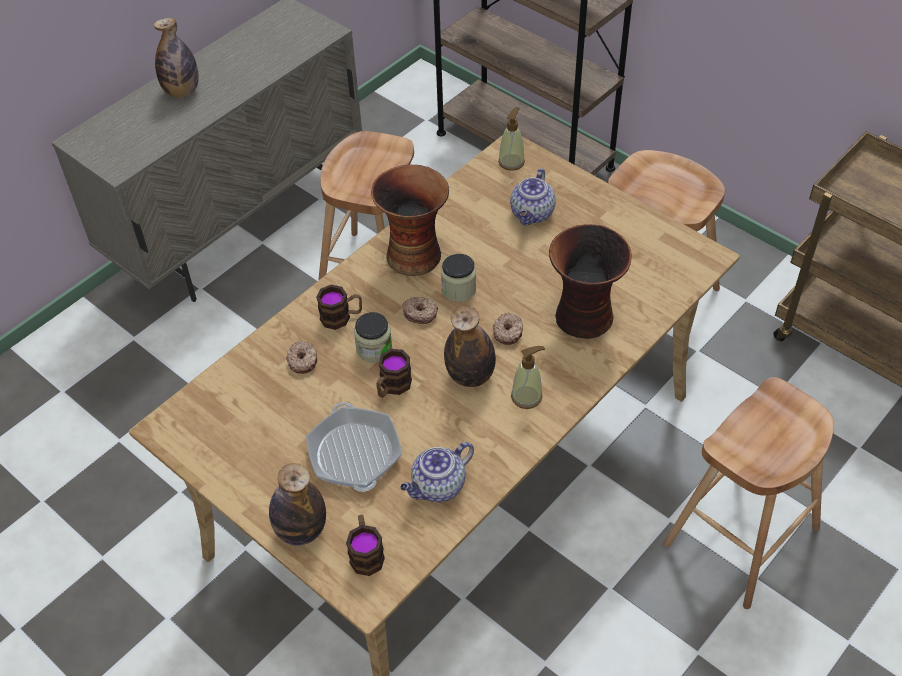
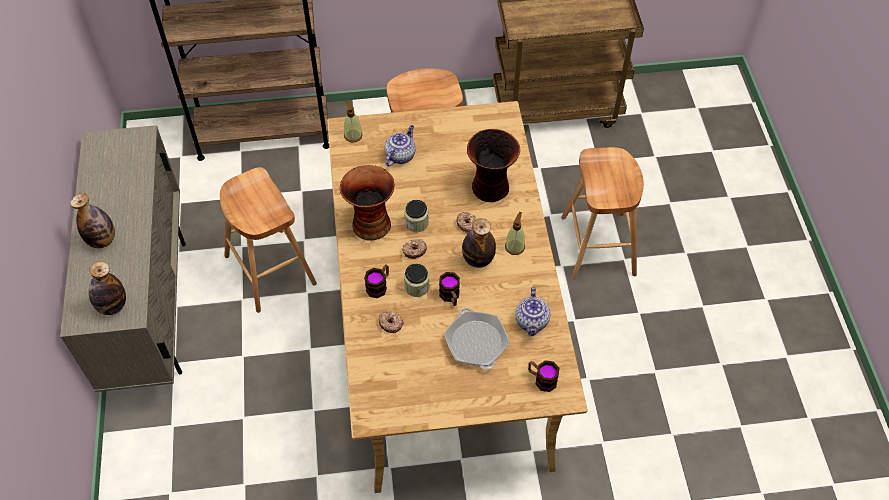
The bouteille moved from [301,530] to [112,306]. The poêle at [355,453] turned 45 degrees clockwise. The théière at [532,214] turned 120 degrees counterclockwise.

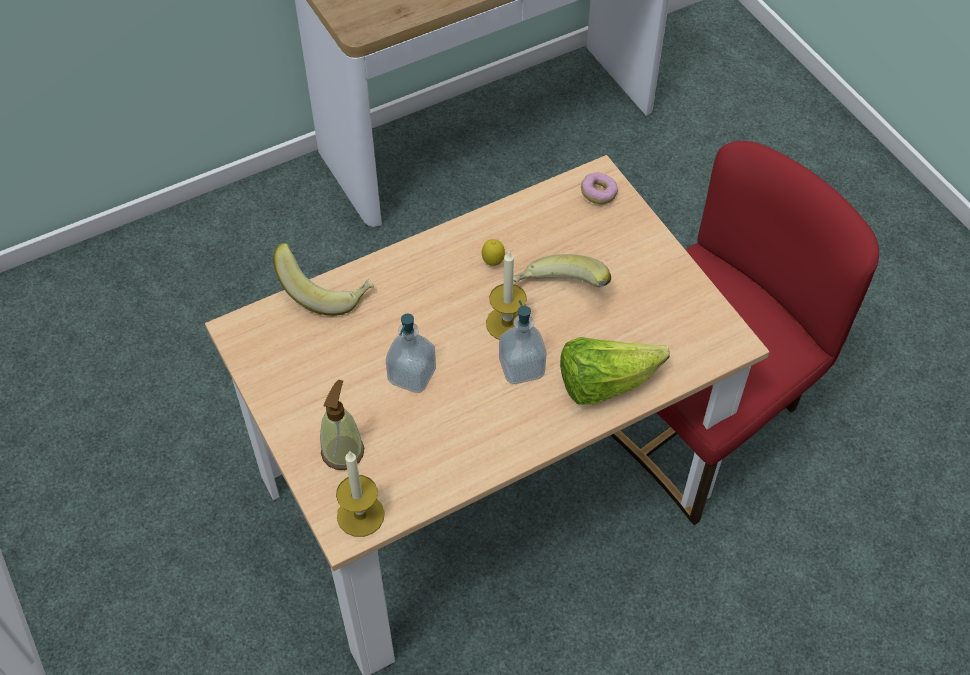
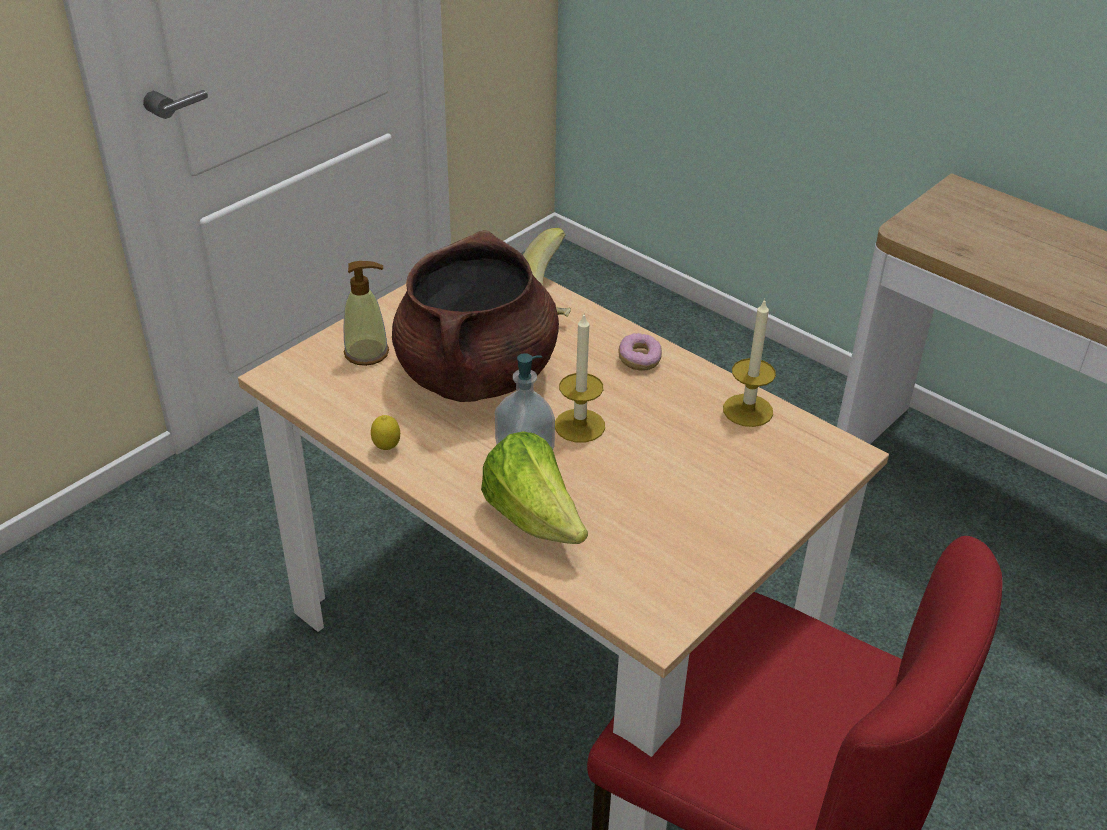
The banane at [559,292] disappeared. The bougie moved from [360,515] to [747,410]. The citron moved from [493,263] to [387,448]. The beignet moved from [598,194] to [639,360]. The distributeur de savon at [412,375] was replaced by the marmite/marron at [477,375].

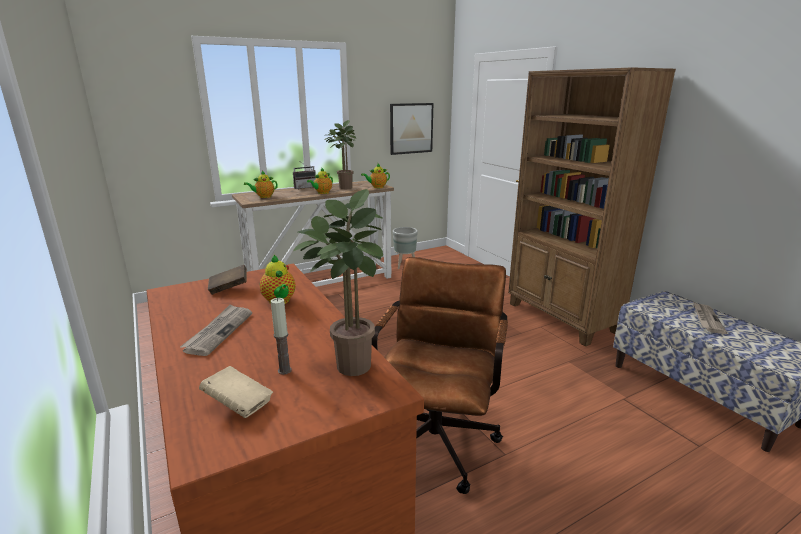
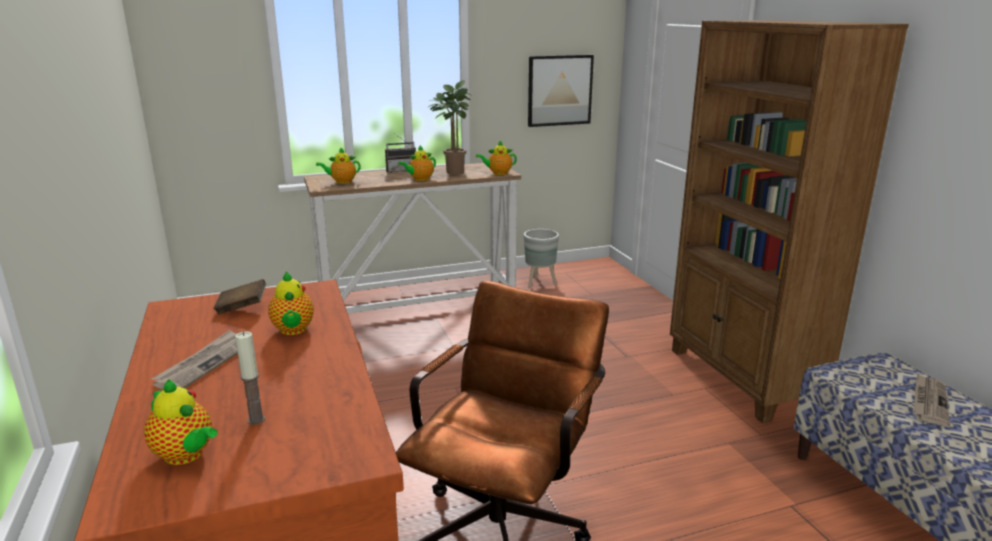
The plante en pot at [349,363] disappeared. The livre/beige at [239,404] was replaced by the théière at [186,455].

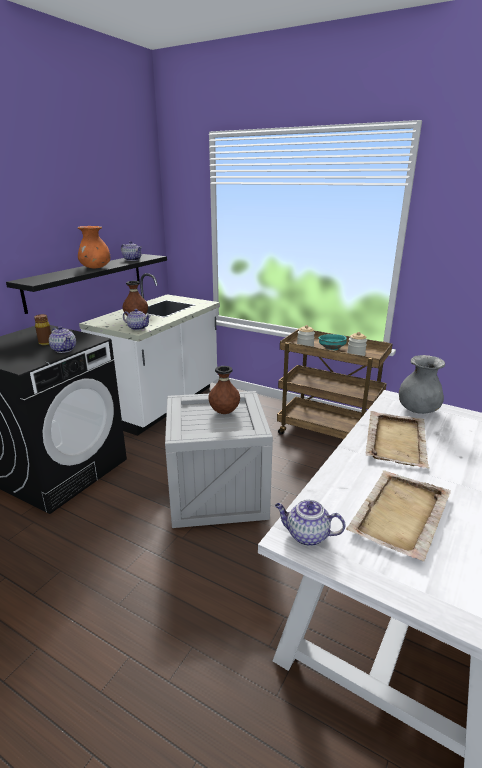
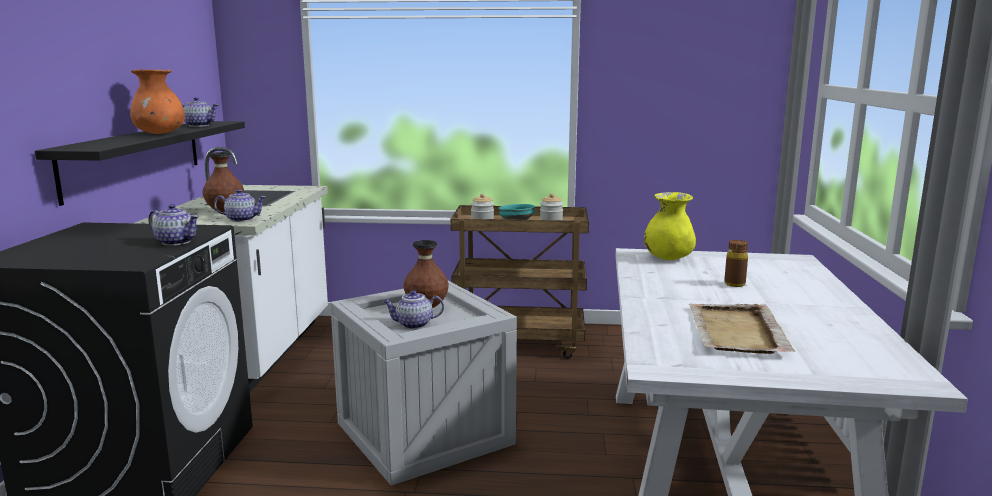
The plateau/beige at [396,440] disappeared. The bouteille/marron moved from [45,343] to [734,284]. The théière moved from [306,535] to [413,324]. The vase/gris at [418,410] became the vase/jaune at [668,258].

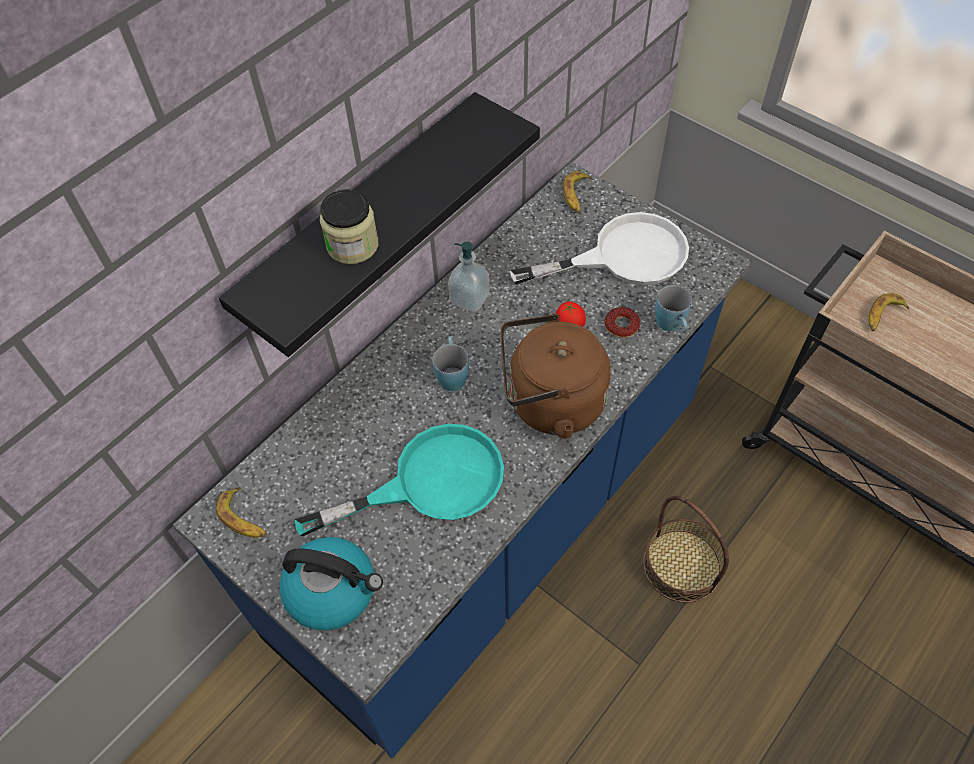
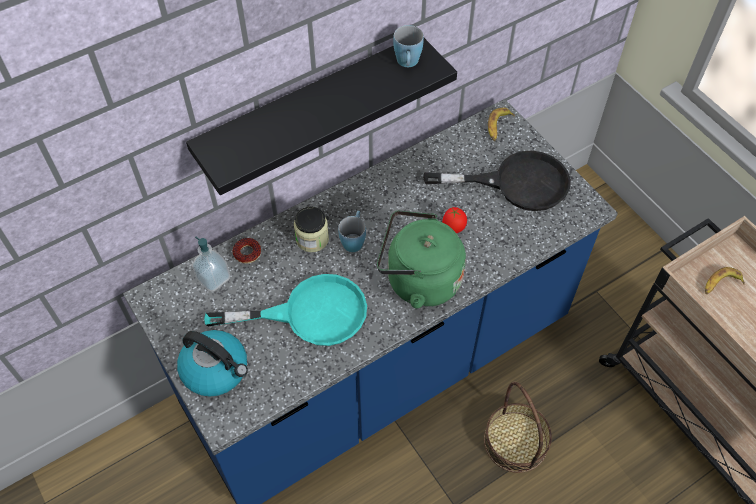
The banane at [244,518] disappeared. The bocal moved from [352,245] to [312,239]. The distributeur de savon moved from [469,298] to [213,278]. The beignet moved from [621,325] to [247,253]. The mug/bleu moved from [671,326] to [407,63]. The bouilloire/marron at [550,403] became the bouilloire/vert at [418,280]. The poêle/blanc at [623,256] became the poêle/noir at [516,183].

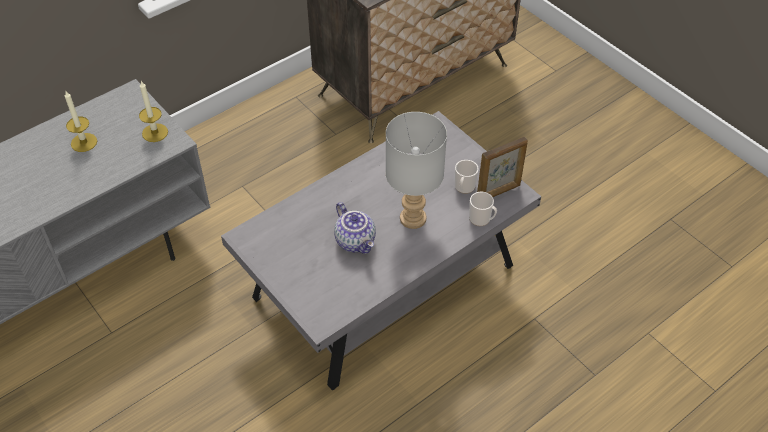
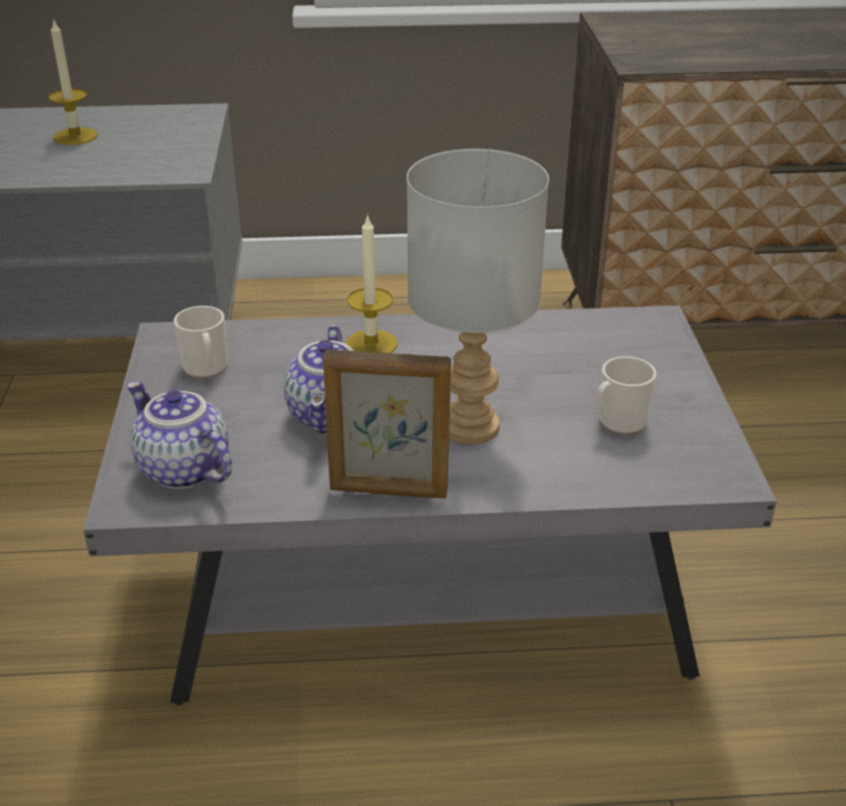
The théière at [181,470] appeared. The bougie moved from [155,132] to [371,344]. The mug moved from [482,219] to [206,369]. The cadre photo moved from [499,192] to [389,491].

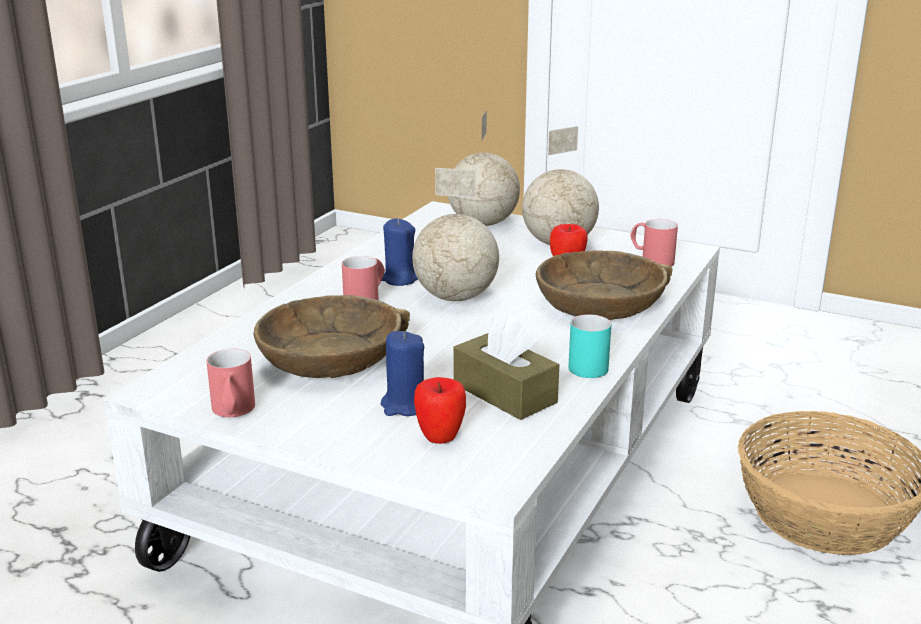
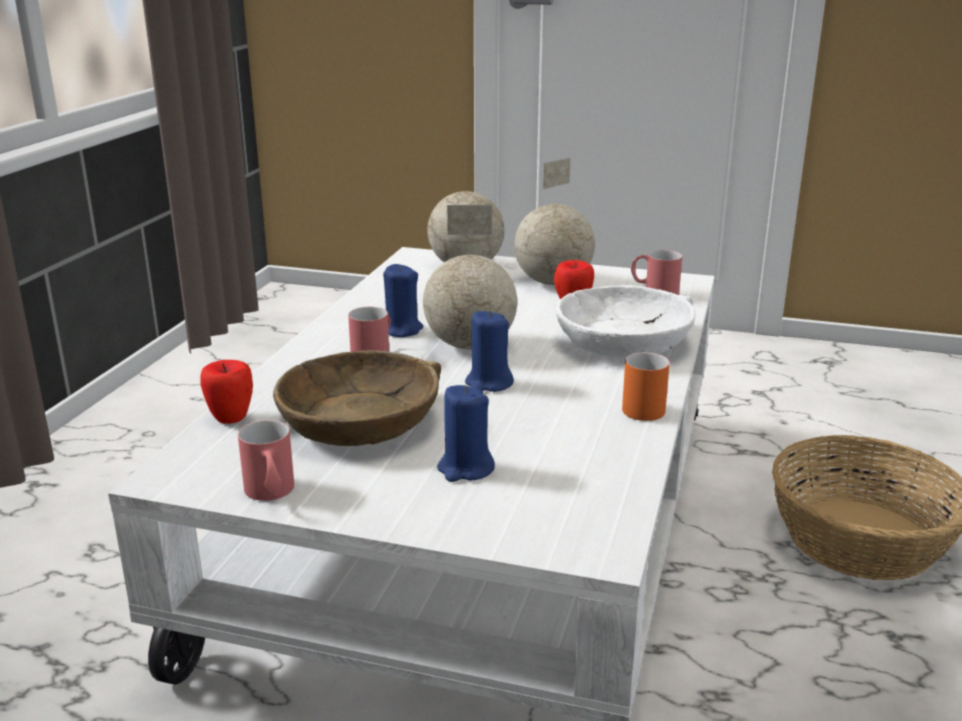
The boîte à mouchoirs/marron at [504,393] disappeared. The bougie/bleu at [488,383] appeared. The pomme moved from [440,437] to [231,418]. The bol/marron at [600,303] became the bol/blanc at [623,341]. The mug/turquoise at [589,364] became the mug/orange at [642,406].

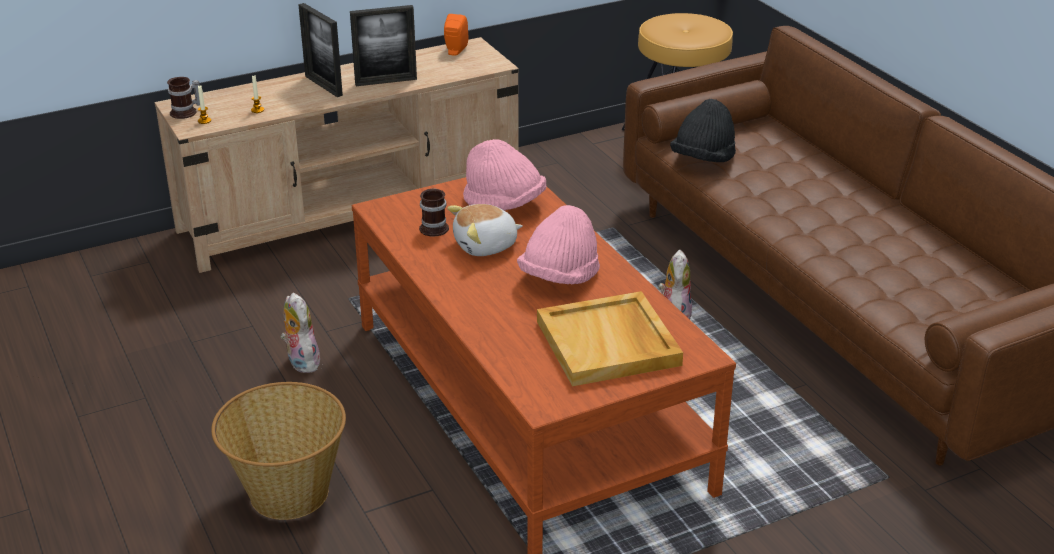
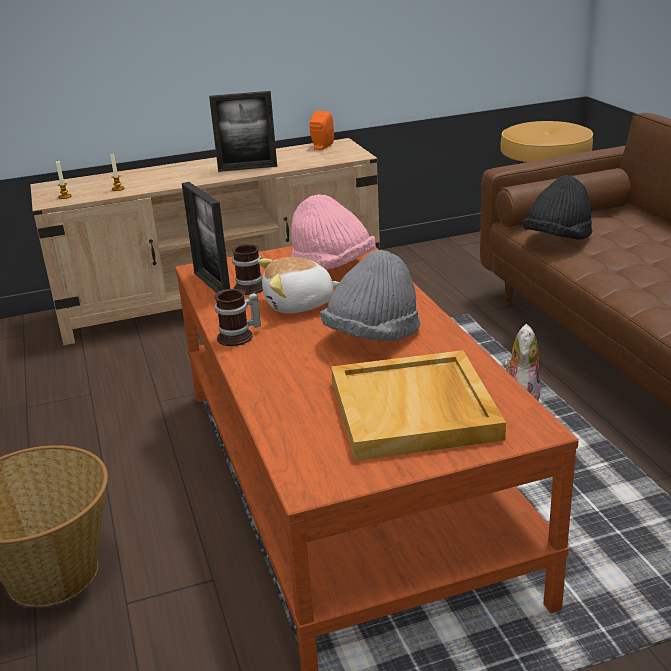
The peluche at [301,362] disappeared. The mug moved from [186,112] to [239,337]. The cadre photo moved from [323,86] to [212,285]. The chapeau/rose at [559,277] became the chapeau/gris at [372,336].

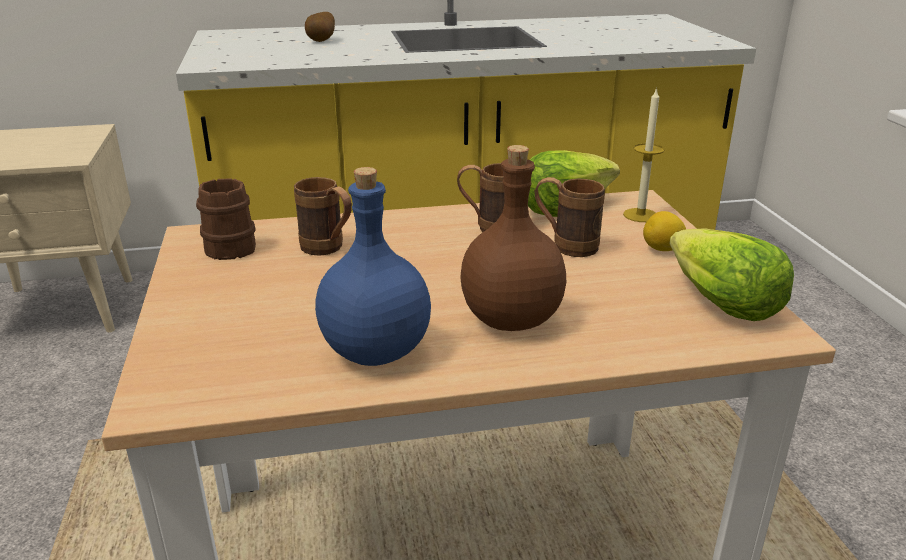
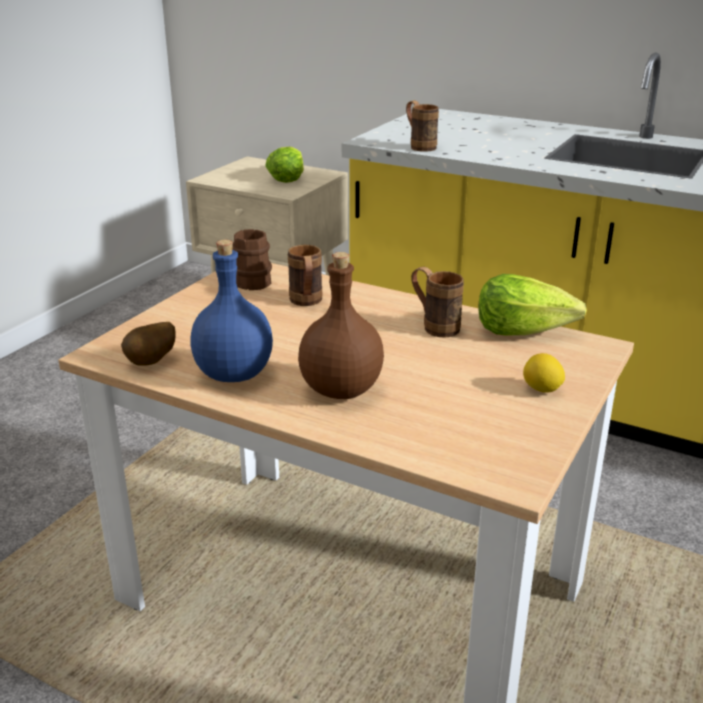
The bougie at [640,215] disappeared. The pomme de terre moved from [322,41] to [152,363]. The mug/marron moved from [565,246] to [419,146]. The laitue moved from [720,303] to [287,178].

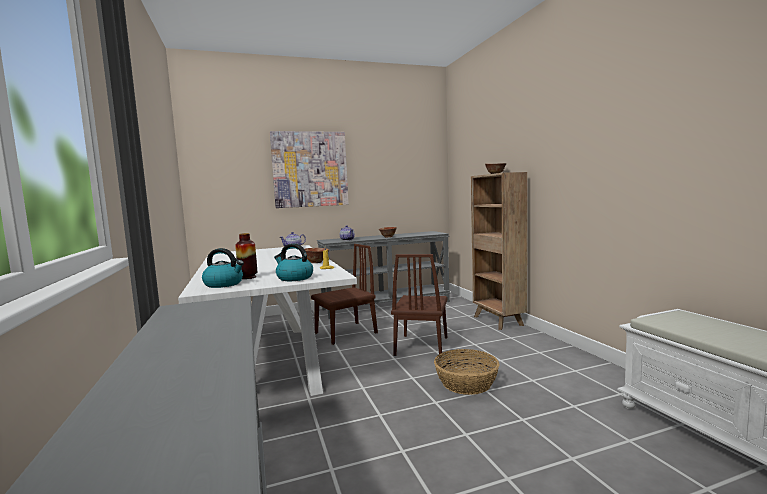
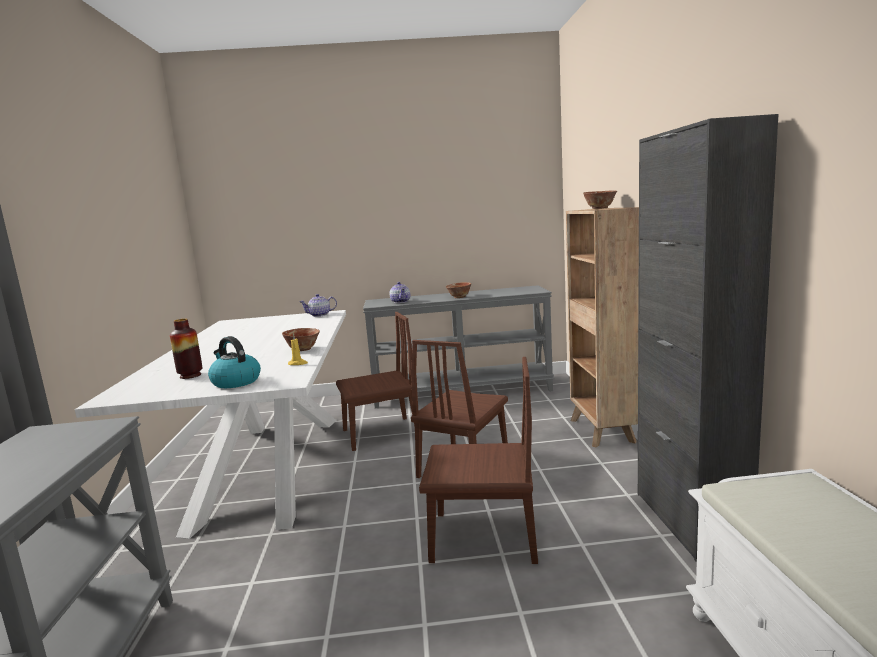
The bouilloire at [224,284] disappeared. The tableau at [310,169] disappeared. The meuble de rangement/noir at [689,521] appeared. The panier at [467,383] was replaced by the chaise/marron at [483,537].

